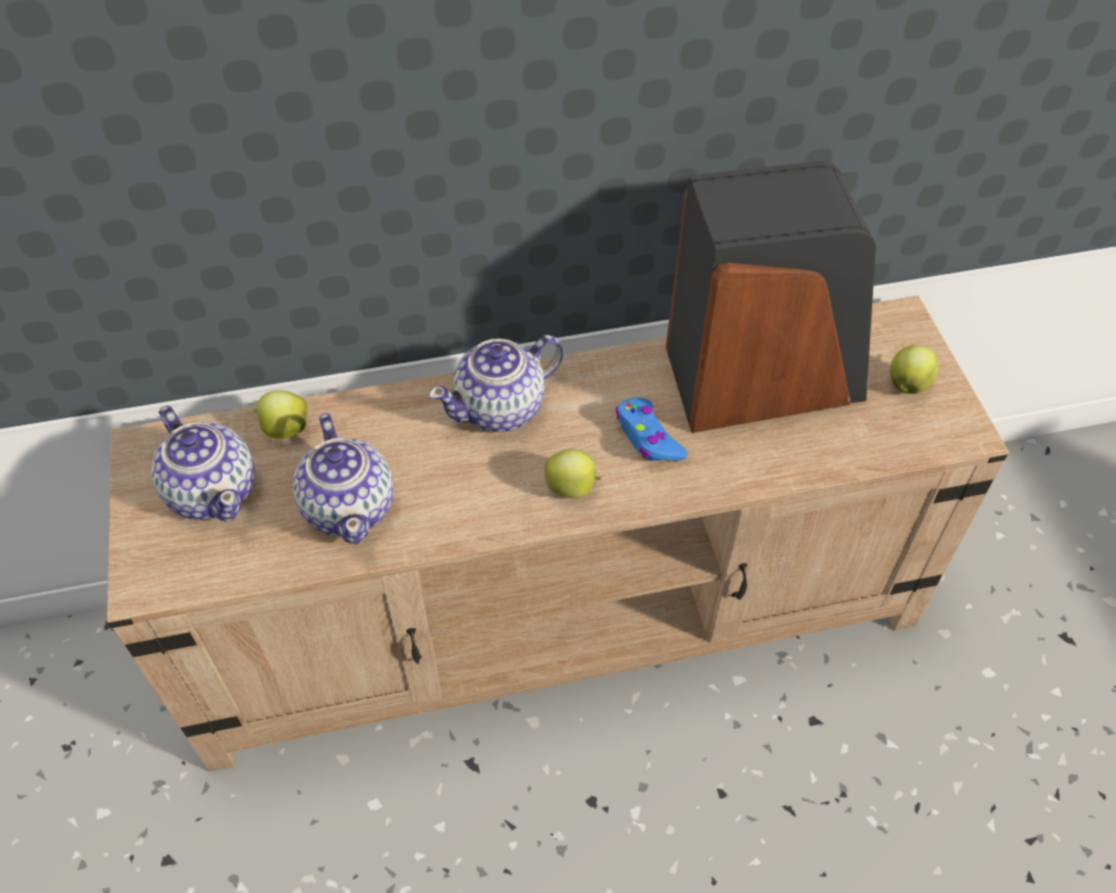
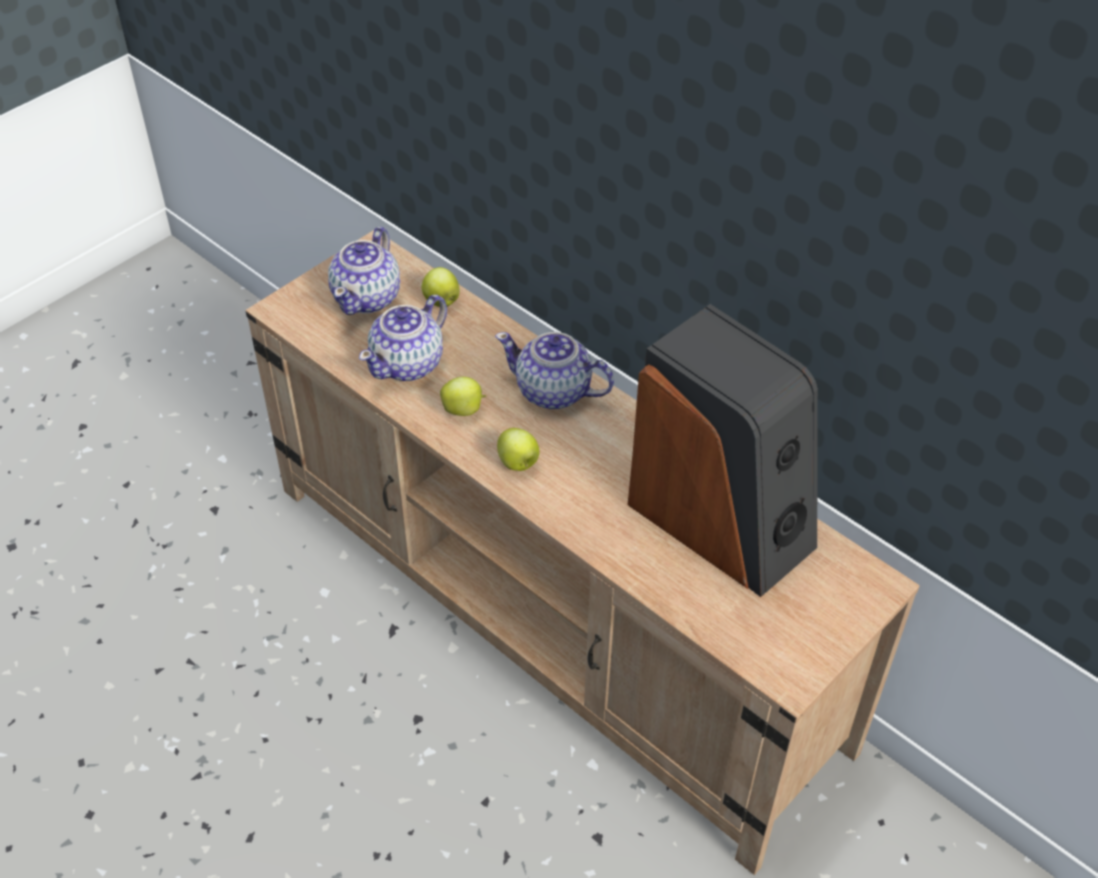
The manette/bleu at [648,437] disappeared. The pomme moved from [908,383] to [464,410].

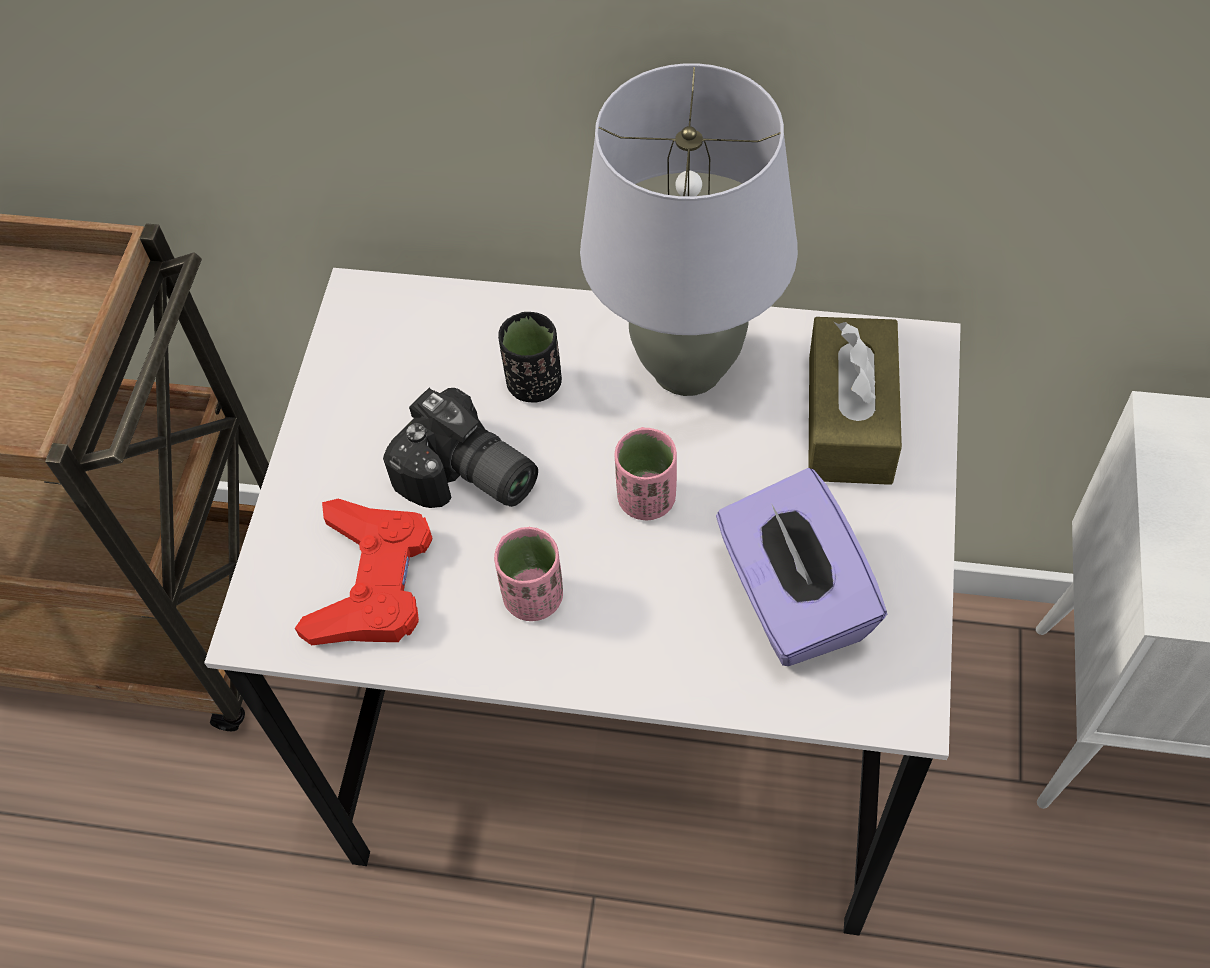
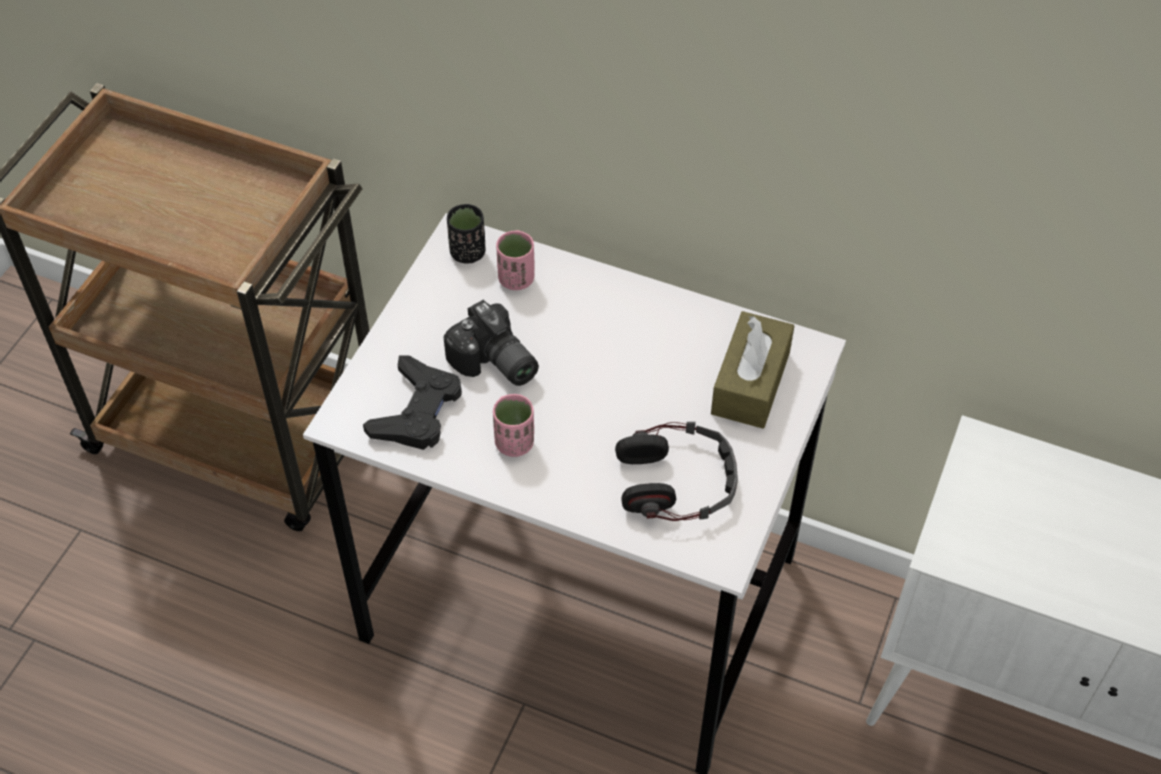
The lampe de table/gris at [687,367] disappeared. The tasse/noir moved from [534,383] to [468,252]. The tasse/rose moved from [647,499] to [516,279]. The boîte à mouchoirs/violet at [792,598] was replaced by the casque audio at [676,481]. The manette/rouge at [371,581] became the manette/noir at [417,411].

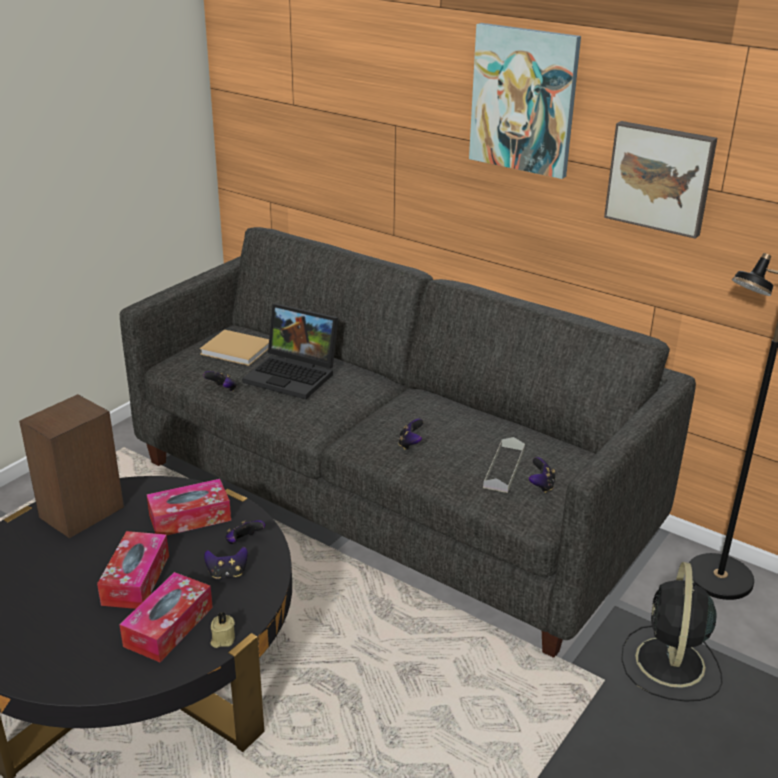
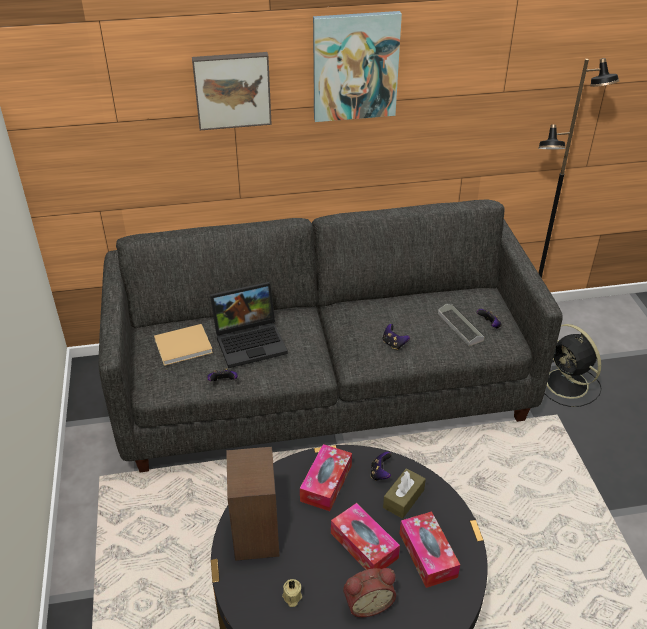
The réveil at [367,603] appeared. The bougie/beige moved from [222,639] to [292,597]. The tableau moved from [660,178] to [232,89]. The manette at [227,573] was replaced by the boîte à mouchoirs/marron at [403,499].

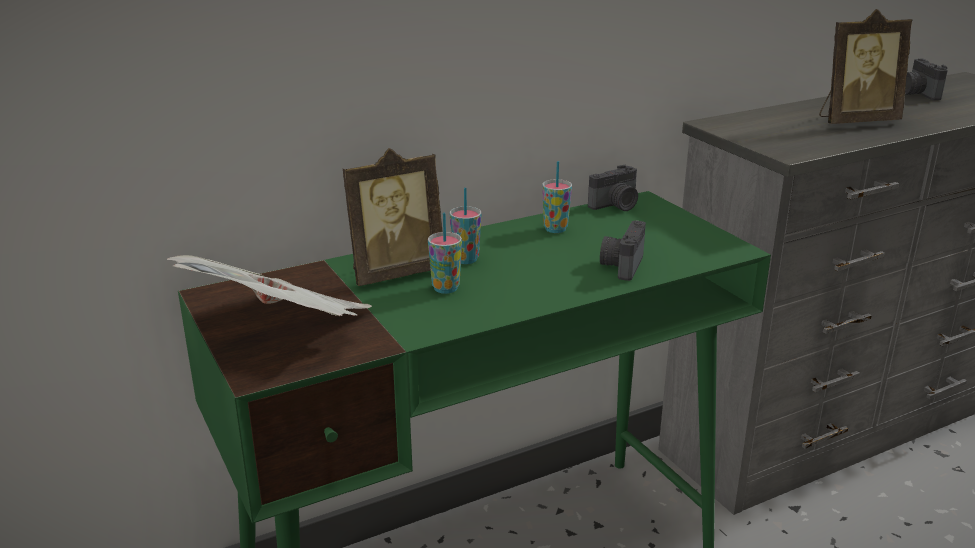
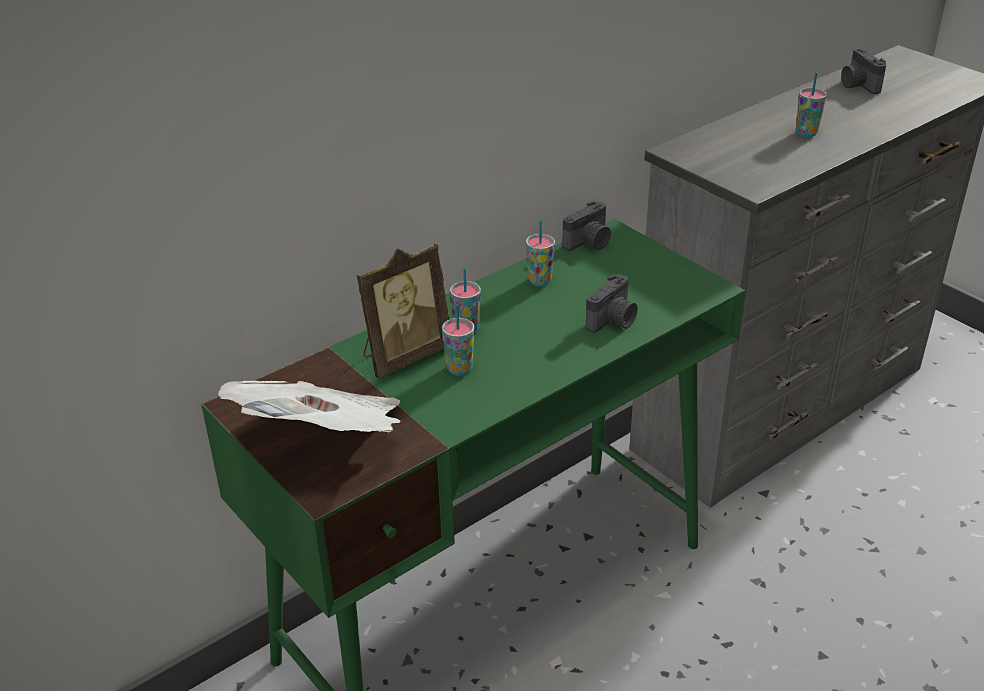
The cadre photo at [855,121] was replaced by the tasse at [806,133]. The appareil photo at [621,266] turned 150 degrees counterclockwise.

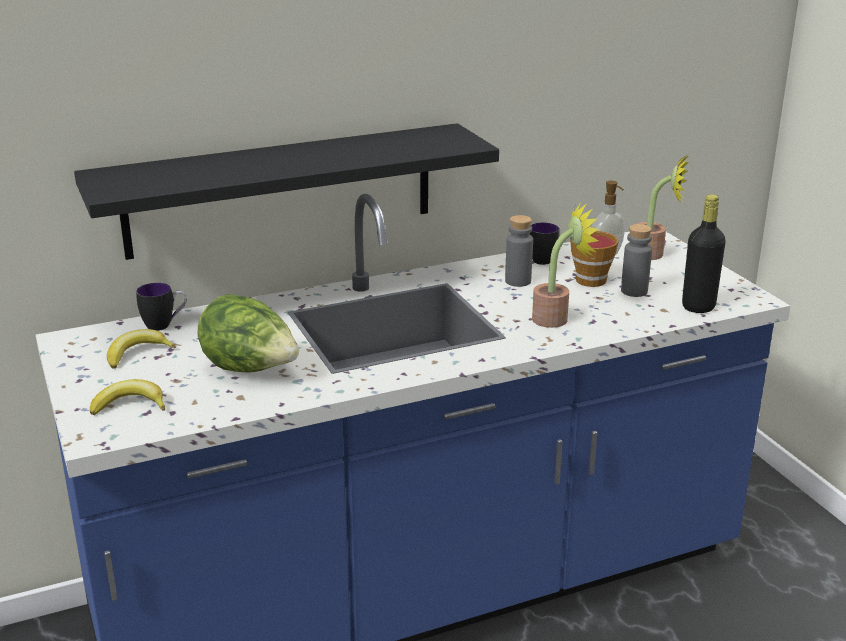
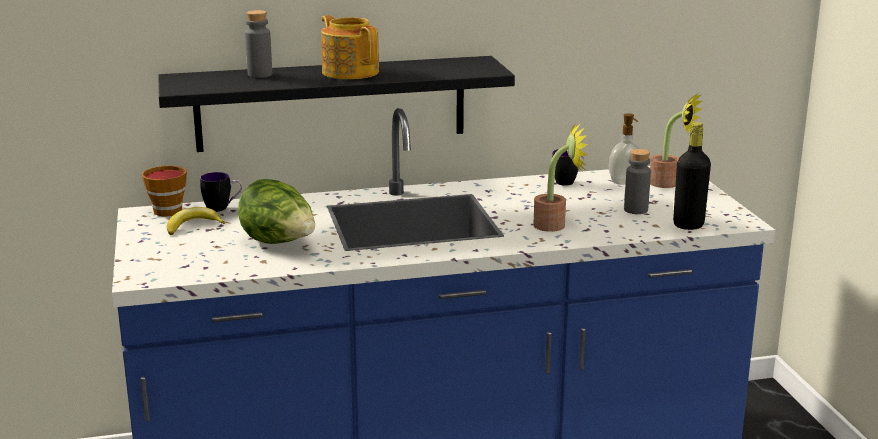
The banane at [130,405] disappeared. The théière at [350,72] appeared. The bouteille/gris moved from [518,281] to [260,75]. The tasse moved from [588,279] to [168,210].

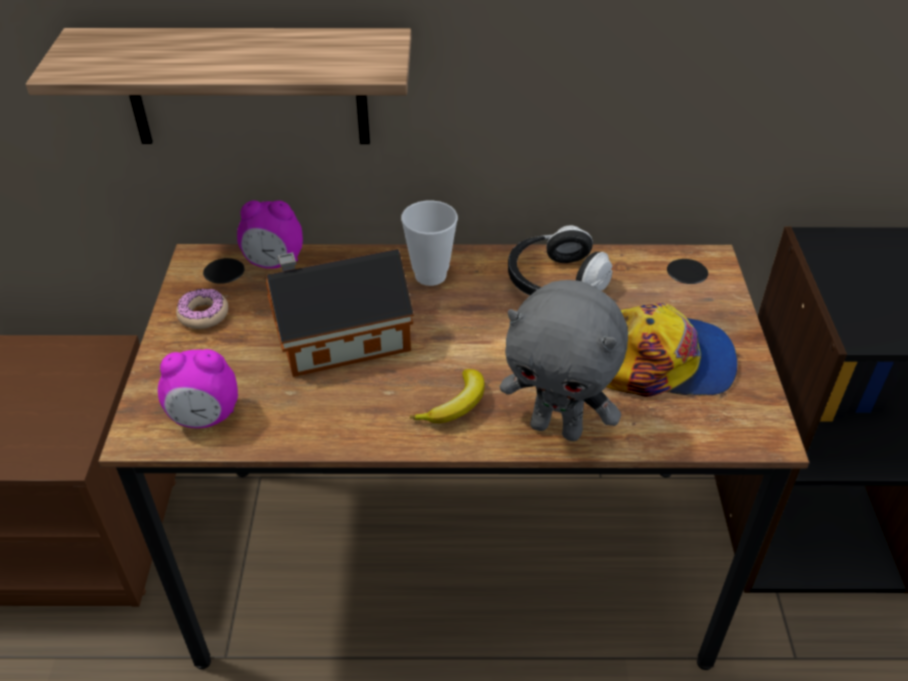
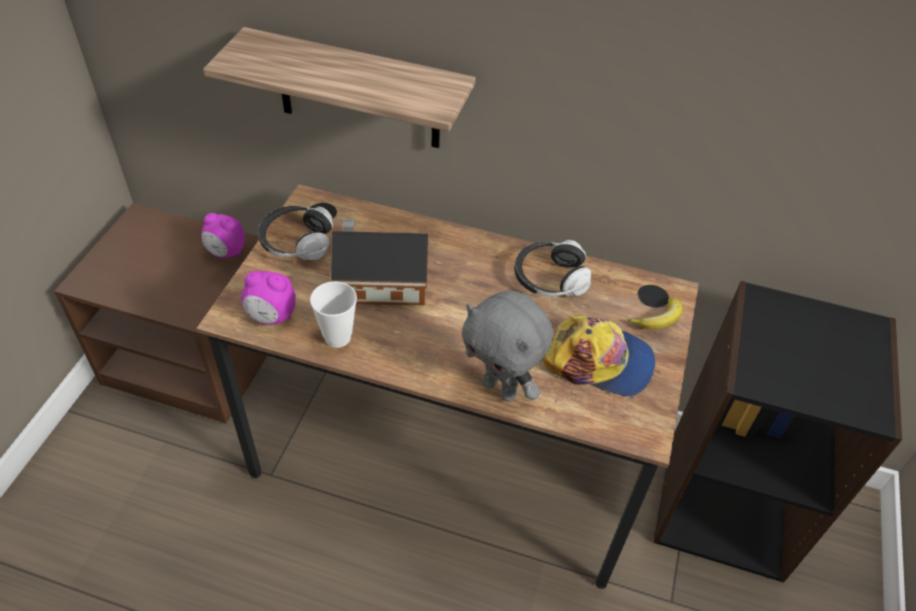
The réveil moved from [274,263] to [226,252]. The tasse moved from [430,275] to [337,337]. The banane moved from [455,405] to [658,319]. The beignet at [203,314] was replaced by the casque audio at [296,242].

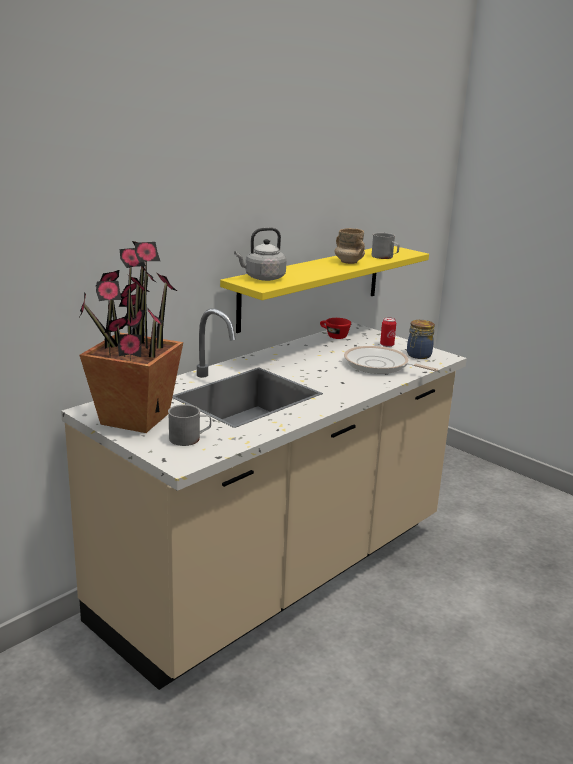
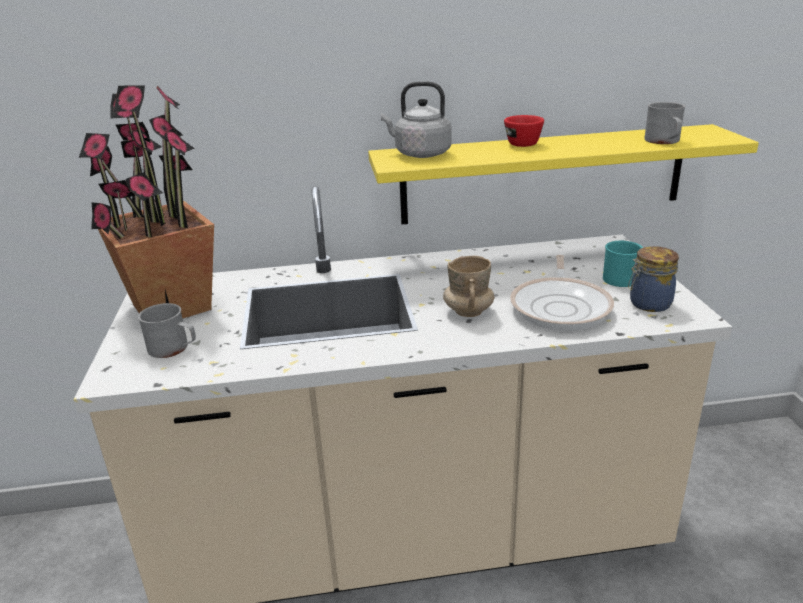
The tasse/rouge moved from [333,336] to [519,143]. The mug/beige moved from [348,262] to [468,311]. The boîte métallique at [387,345] was replaced by the mug/turquoise at [622,277]. The poêle at [379,365] turned 150 degrees counterclockwise.

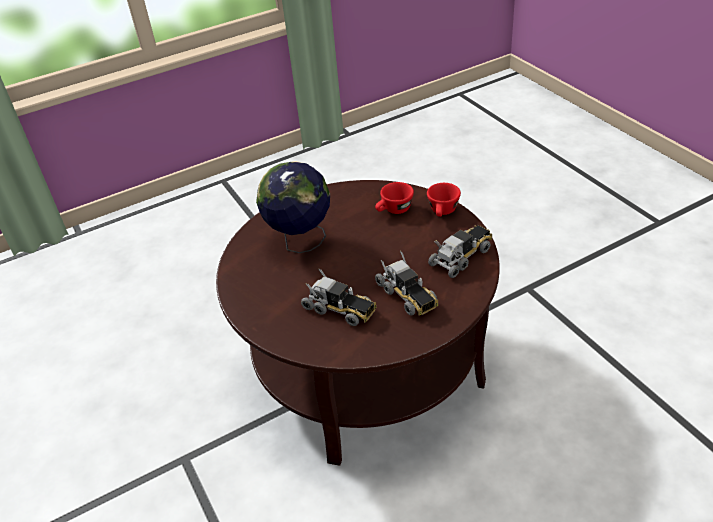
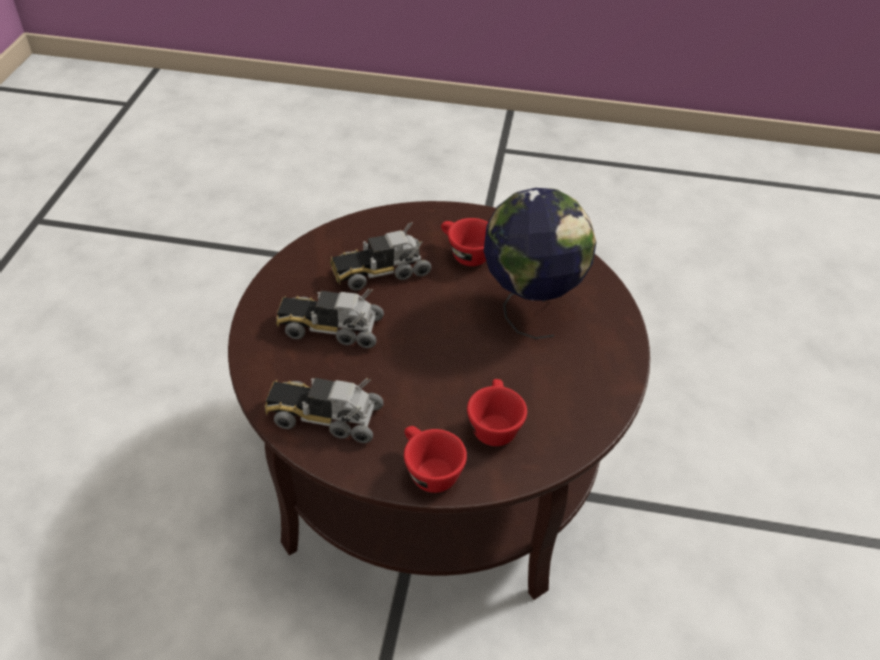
The tasse/rouge at [465,254] appeared. The camion jouet at [461,256] turned 105 degrees clockwise.

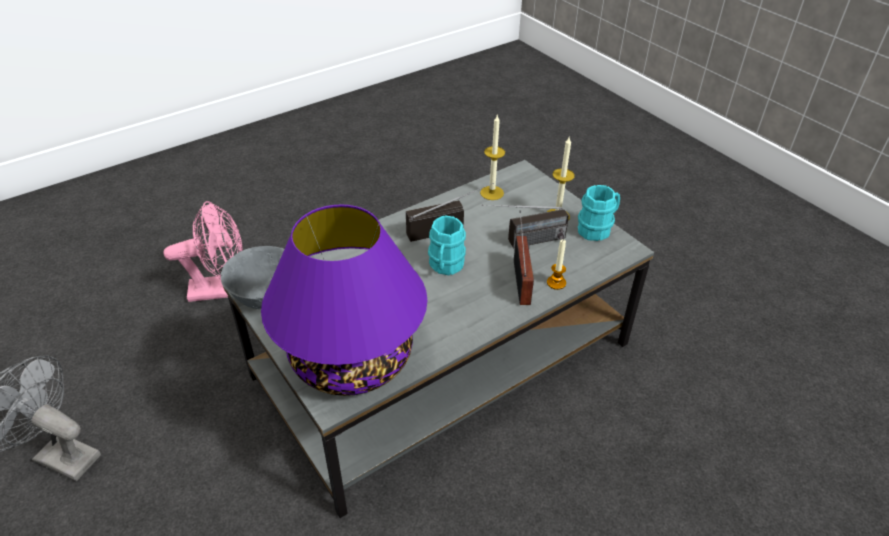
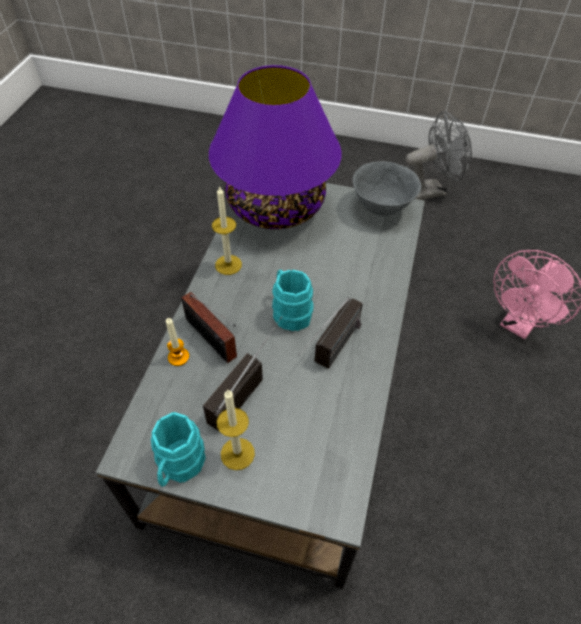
The bougie moved from [492,193] to [228,265].

